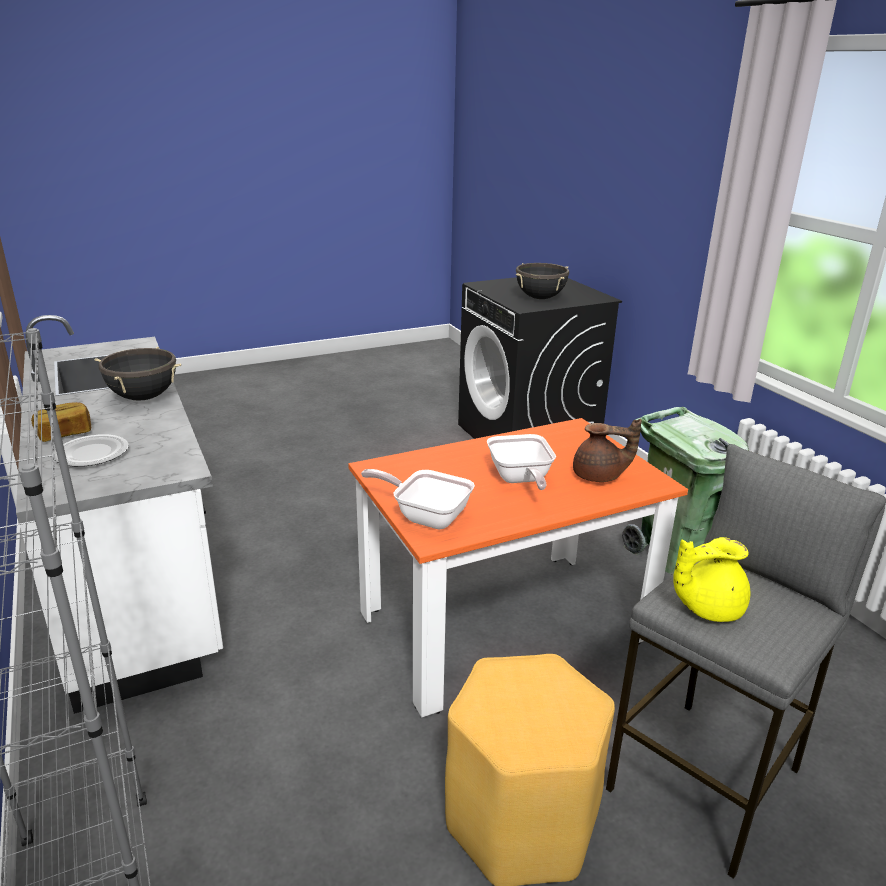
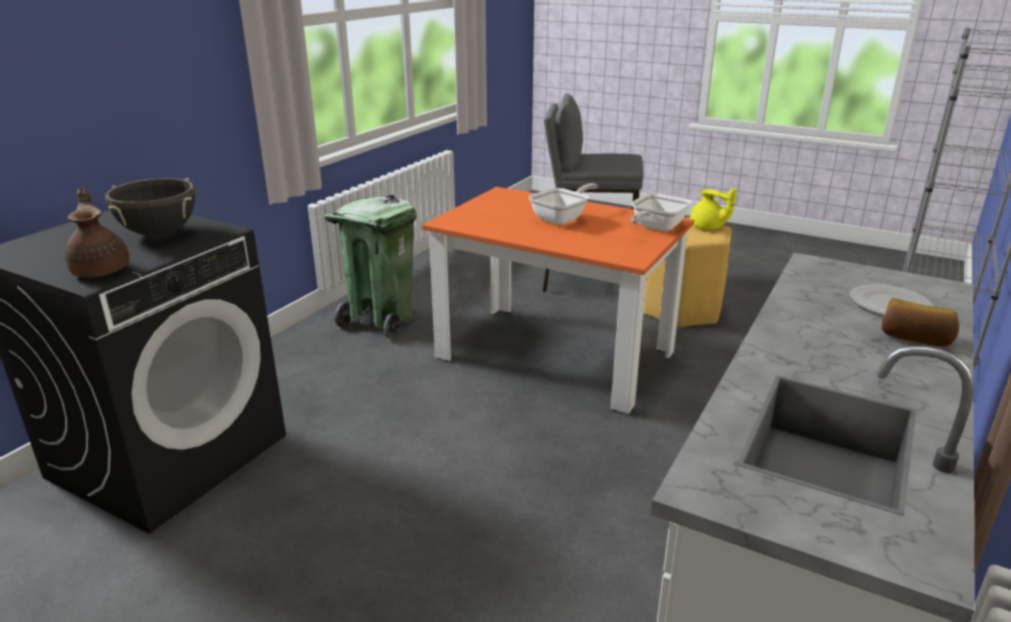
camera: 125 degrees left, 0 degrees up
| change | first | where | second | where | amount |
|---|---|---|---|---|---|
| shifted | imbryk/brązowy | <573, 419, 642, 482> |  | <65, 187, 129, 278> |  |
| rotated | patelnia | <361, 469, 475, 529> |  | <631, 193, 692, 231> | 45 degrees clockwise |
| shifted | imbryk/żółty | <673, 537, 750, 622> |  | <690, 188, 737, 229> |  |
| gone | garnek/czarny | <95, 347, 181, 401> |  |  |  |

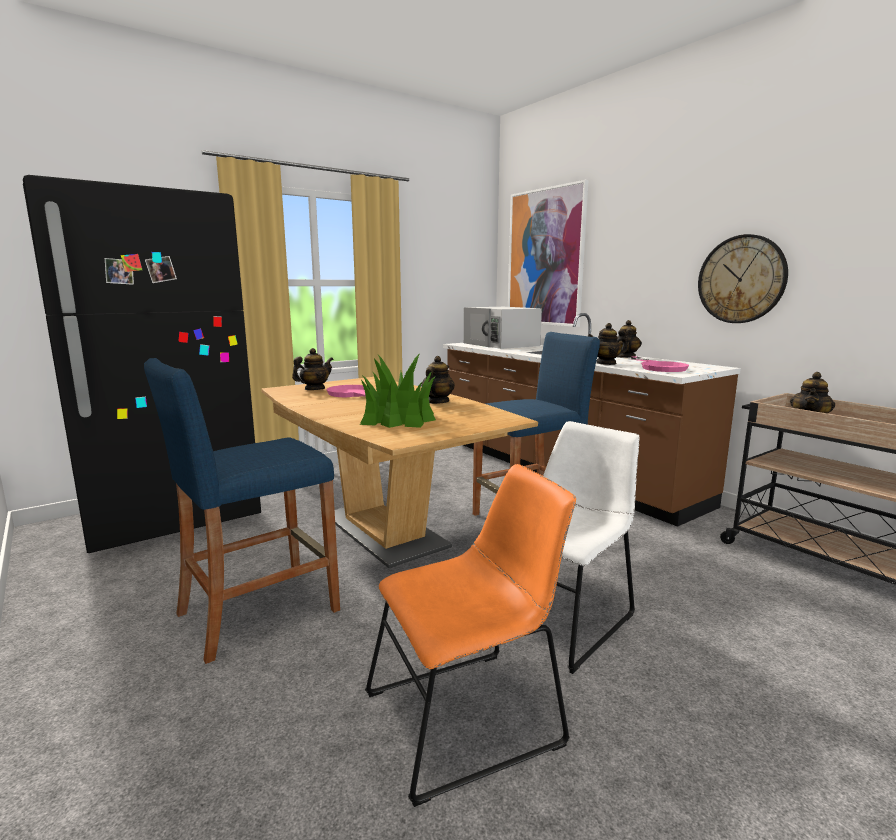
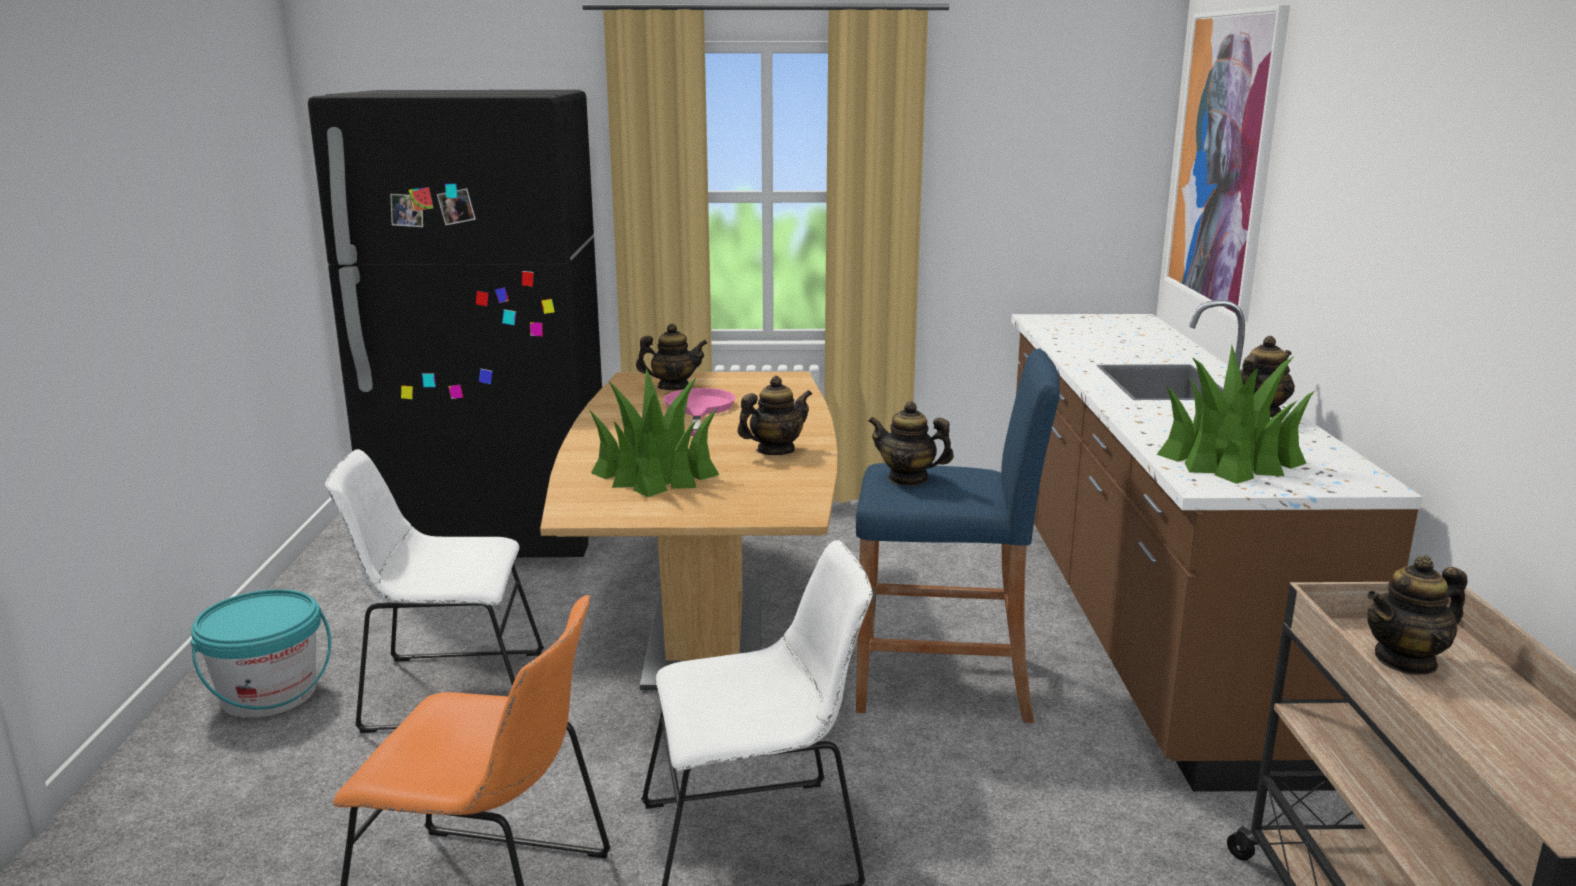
camera: 35 degrees right, 5 degrees up
| change | first | where | second | where | amount |
|---|---|---|---|---|---|
| new |  |  | wiadro/turkusowy | <191, 589, 331, 718> |  |
| swapped | stołek/niebieski | <144, 358, 340, 664> | krzesło/biały | <325, 449, 544, 733> |  |
| shifted | imbryk | <588, 323, 628, 365> |  | <868, 401, 954, 486> |  |
| swapped | patelnia/różowy | <631, 357, 689, 372> | roślina doniczkowa | <1157, 345, 1315, 484> |  |
| gone | mikrofalówka/biały | <464, 307, 542, 349> |  |  |  |
| gone | zegar ścienny | <698, 234, 788, 323> |  |  |  |

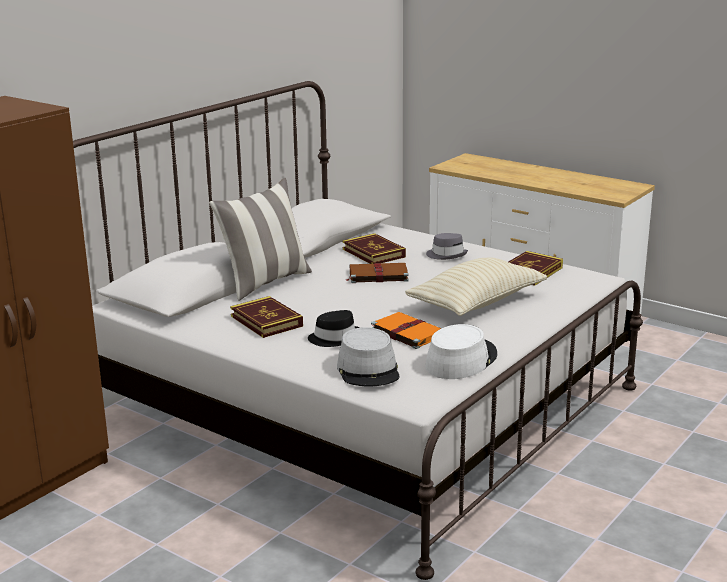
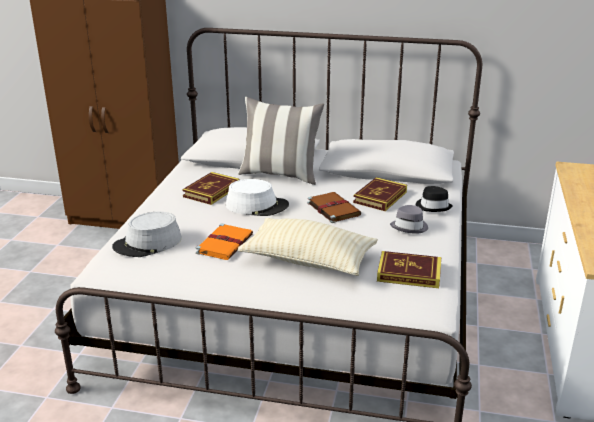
camera: 65 degrees right, 5 degrees up
| change | first | where | second | where | amount |
|---|---|---|---|---|---|
| shifted | kapelusz/biały | <426, 324, 497, 379> |  | <226, 179, 289, 216> |  |
| shifted | kapelusz/czarny | <308, 310, 360, 347> |  | <416, 186, 453, 212> |  |

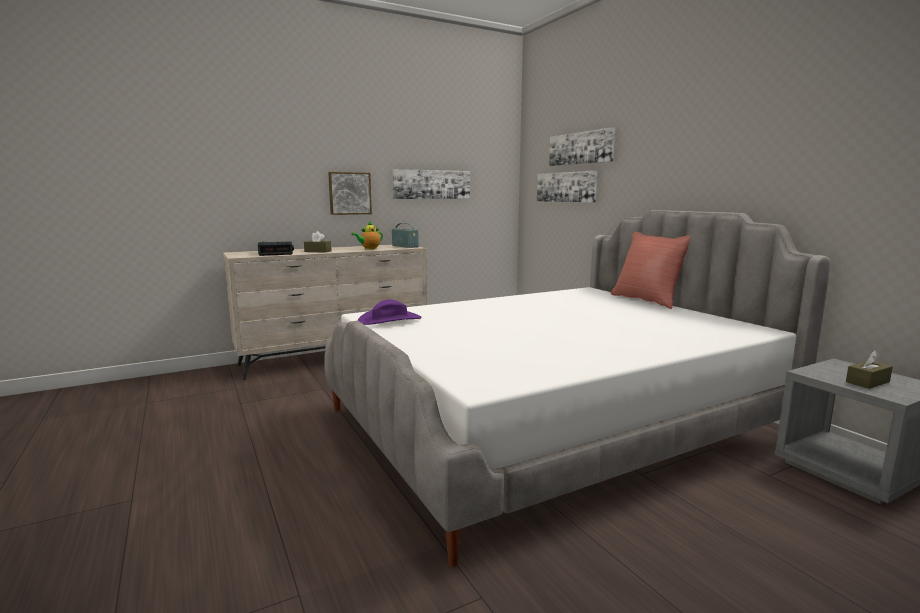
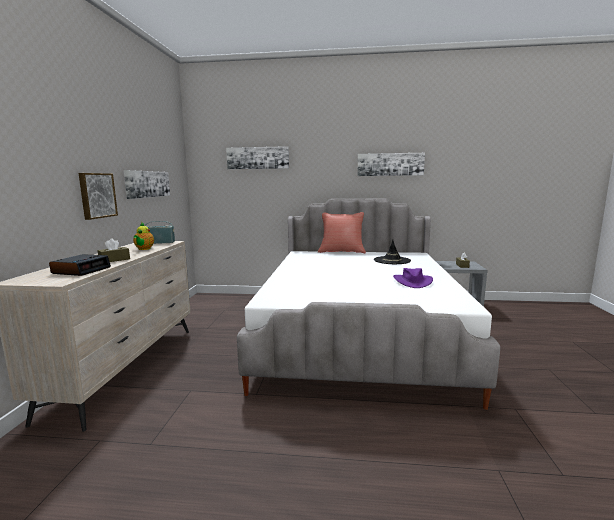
camera: 55 degrees left, 0 degrees up
| change | first | where | second | where | amount |
|---|---|---|---|---|---|
| shifted | obraz | <537, 171, 597, 203> |  | <357, 153, 425, 176> |  |
| new |  |  | kapelusz/czarny | <374, 240, 411, 264> |  |
| shifted | kapelusz/fioletowy | <358, 299, 422, 325> |  | <393, 268, 433, 288> |  |

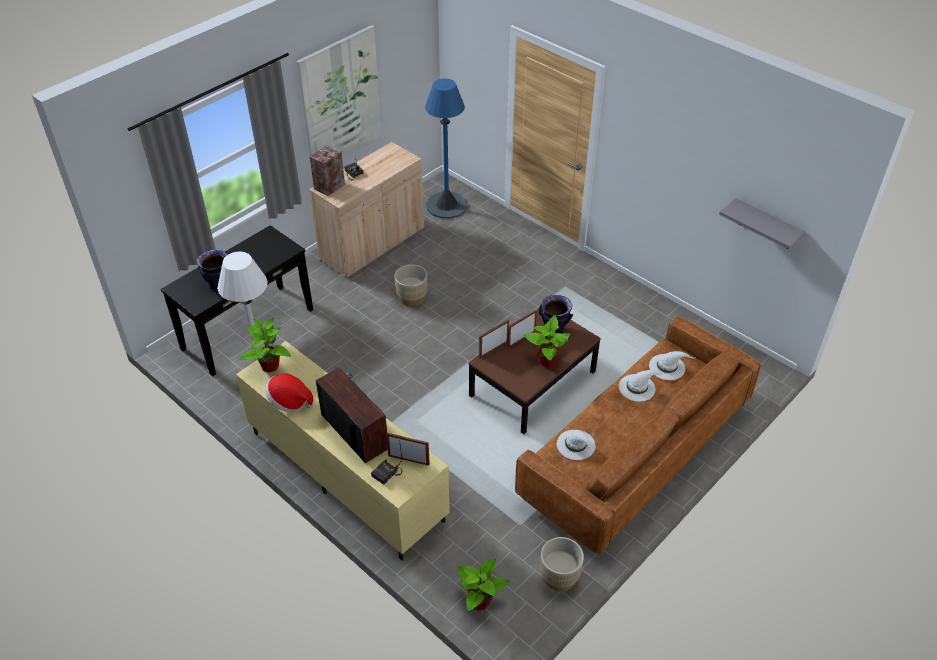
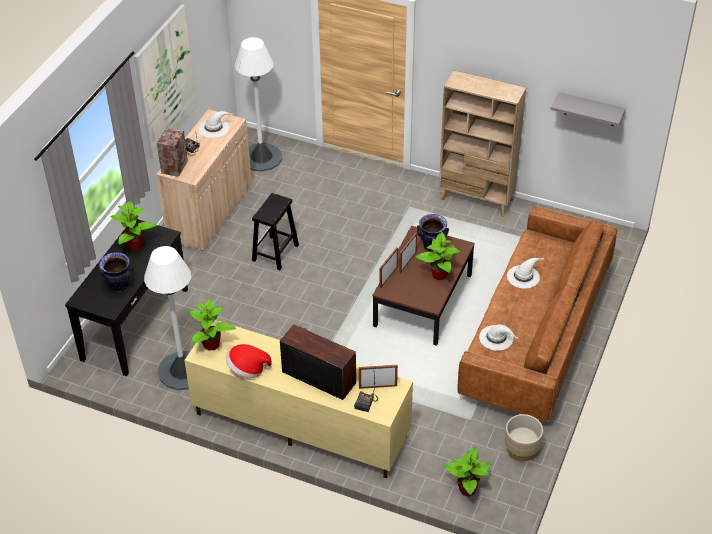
camera: 20 degrees left, 0 degrees up
| change | first | where | second | where | amount |
|---|---|---|---|---|---|
| new |  |  | roślina doniczkowa | <110, 201, 158, 251> |  |
| shifted | kapelusz/biały | <649, 351, 695, 380> |  | <199, 111, 233, 138> |  |
| repainted | lampa stojąca/niebieski | <425, 78, 468, 219> | lampa stojąca/biały | <234, 37, 282, 172> |  |
| swapped | donica/beżowy | <395, 264, 427, 306> | stołek/czarny | <252, 193, 299, 270> |  |
| new |  |  | regał/beżowy | <439, 70, 526, 217> |  |

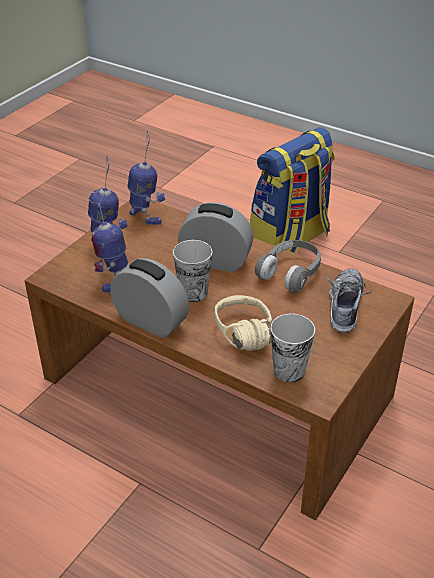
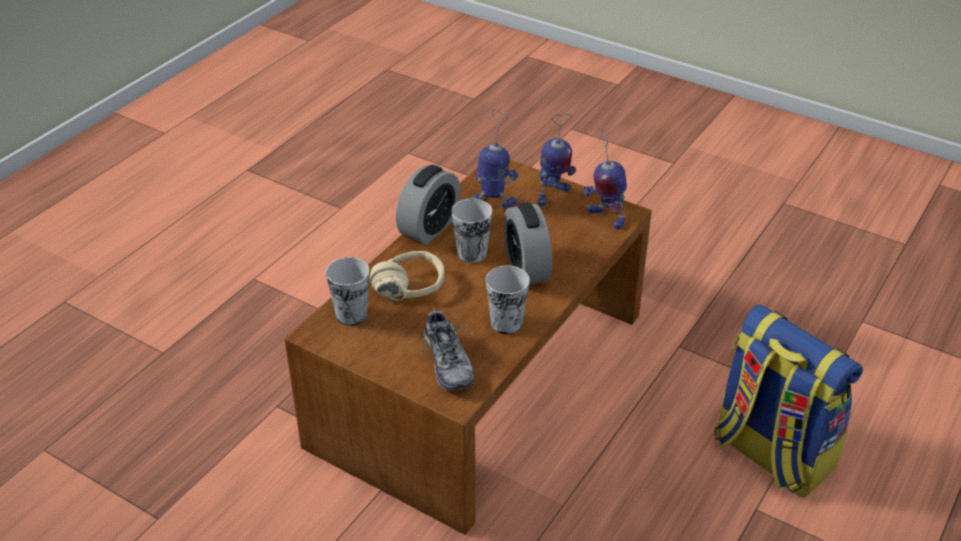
camera: 90 degrees right, 0 degrees up
| change | first | where | second | where | amount |
|---|---|---|---|---|---|
| rotated | but | <326, 268, 372, 333> |  | <421, 307, 474, 391> | 60 degrees clockwise |
| swapped | słuchawki/szary | <255, 240, 321, 293> | filiżanka | <486, 265, 530, 334> |  |
| rotated | budzik | <178, 202, 253, 272> |  | <504, 203, 552, 285> | 150 degrees clockwise |
| rotated | robot zabawkowy | <128, 131, 165, 225> |  | <583, 129, 627, 230> | 90 degrees clockwise |

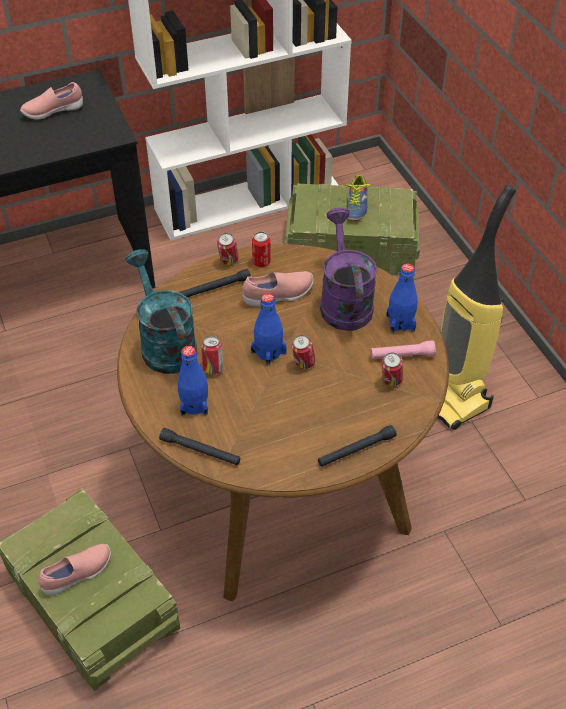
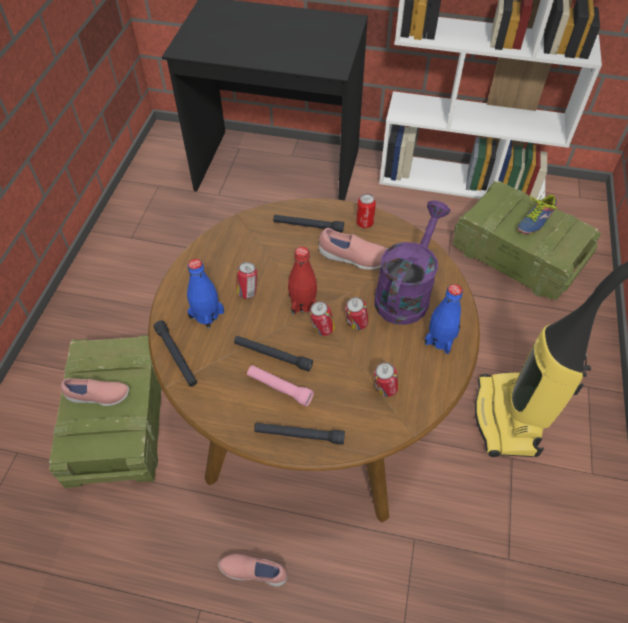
camera: 35 degrees right, 5 degrees up
| change | first | where | second | where | amount |
|---|---|---|---|---|---|
| shifted | but/różowy | <20, 82, 83, 120> |  | <218, 554, 288, 587> |  |
| new |  |  | latarka/czarny | <234, 336, 313, 372> |  |
| shifted | latarka/różowy | <370, 341, 436, 359> |  | <247, 365, 314, 407> |  |
| repainted | butelka/niebieski | <251, 293, 287, 366> | butelka/czerwony | <288, 247, 317, 315> |  |
| shifted | puszka | <217, 233, 238, 265> |  | <345, 297, 369, 330> |  |
| gone | konewka/turkusowy | <125, 249, 197, 374> |  |  |  |

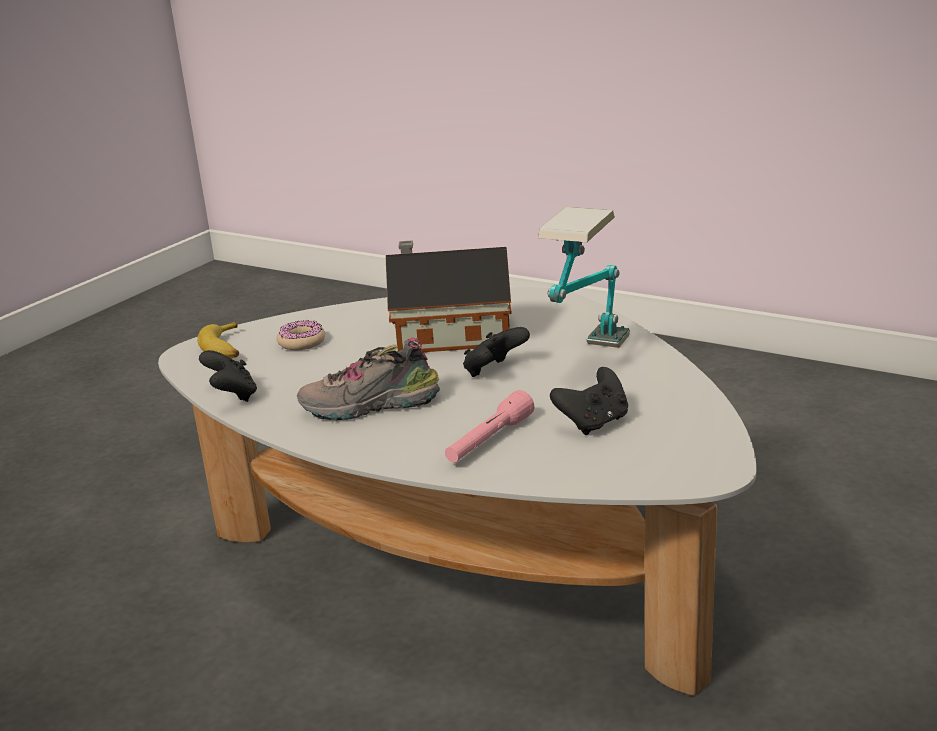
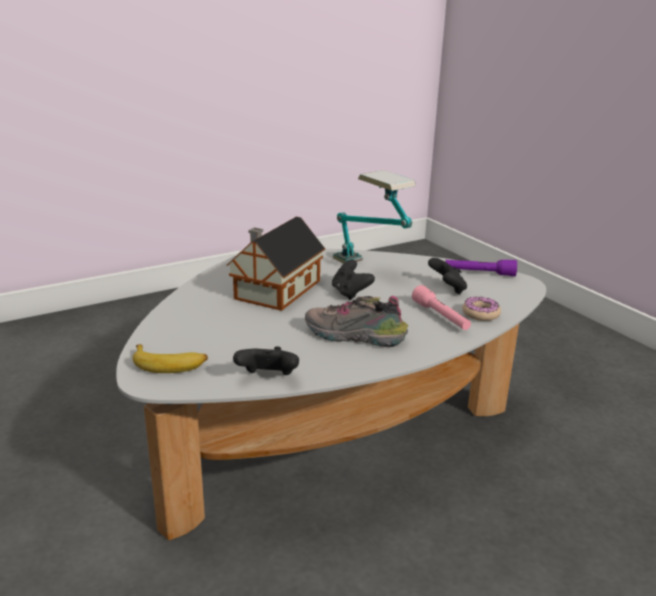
camera: 65 degrees left, 0 degrees up
| change | first | where | second | where | amount |
|---|---|---|---|---|---|
| rotated | but | <297, 338, 440, 420> |  | <305, 296, 408, 347> | 90 degrees clockwise |
| new |  |  | latarka/fioletowy | <446, 260, 517, 276> |  |
| shifted | donut | <277, 320, 325, 350> |  | <462, 297, 501, 321> |  |

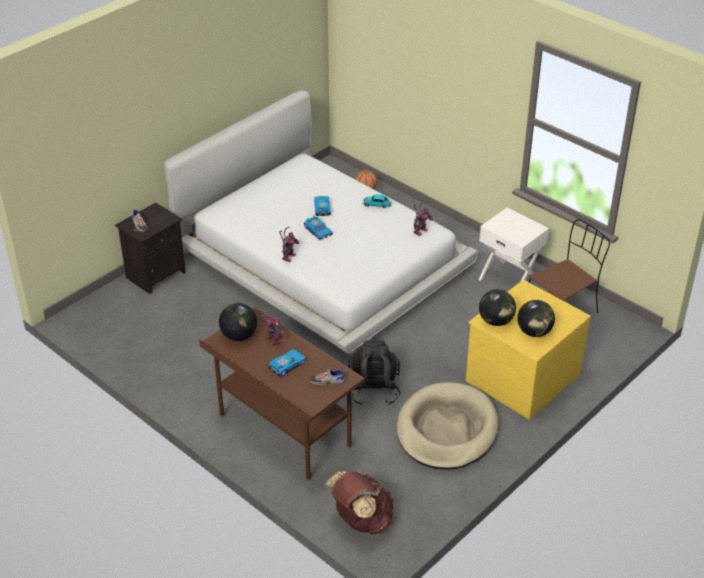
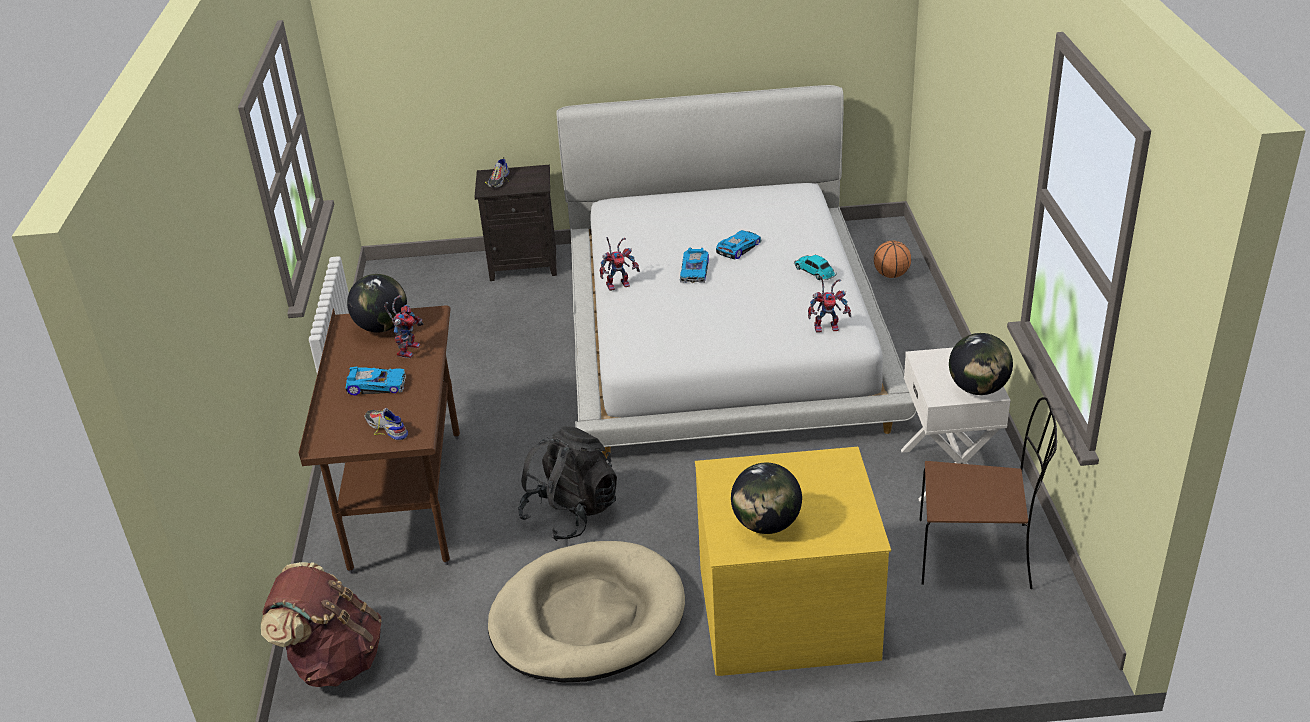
camera: 45 degrees right, 5 degrees down
| change | first | where | second | where | amount |
|---|---|---|---|---|---|
| shifted | globus | <479, 289, 516, 326> |  | <949, 333, 1013, 395> |  |

